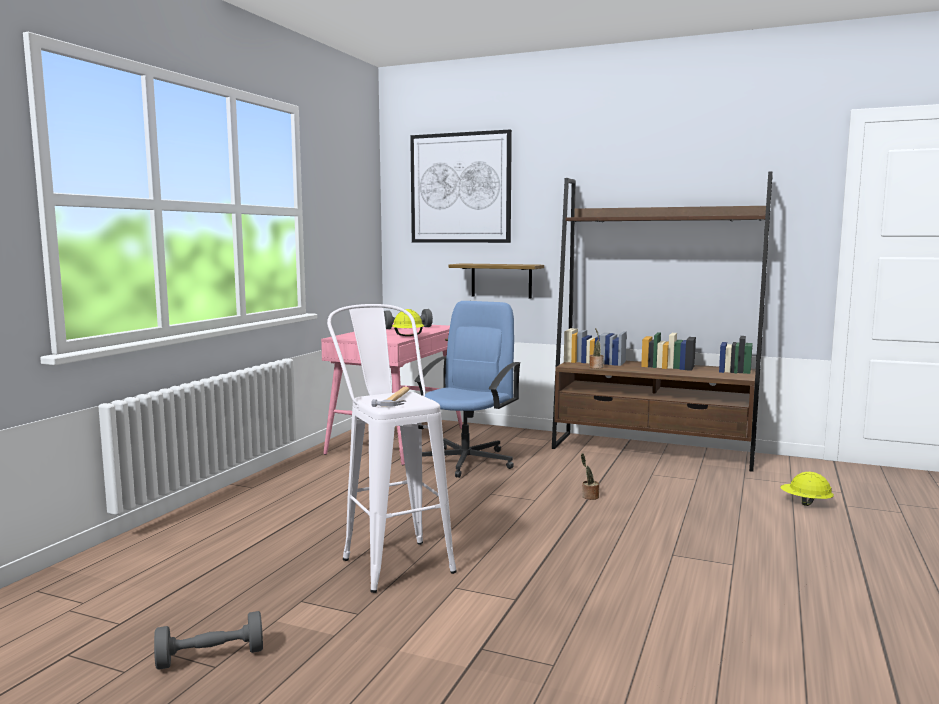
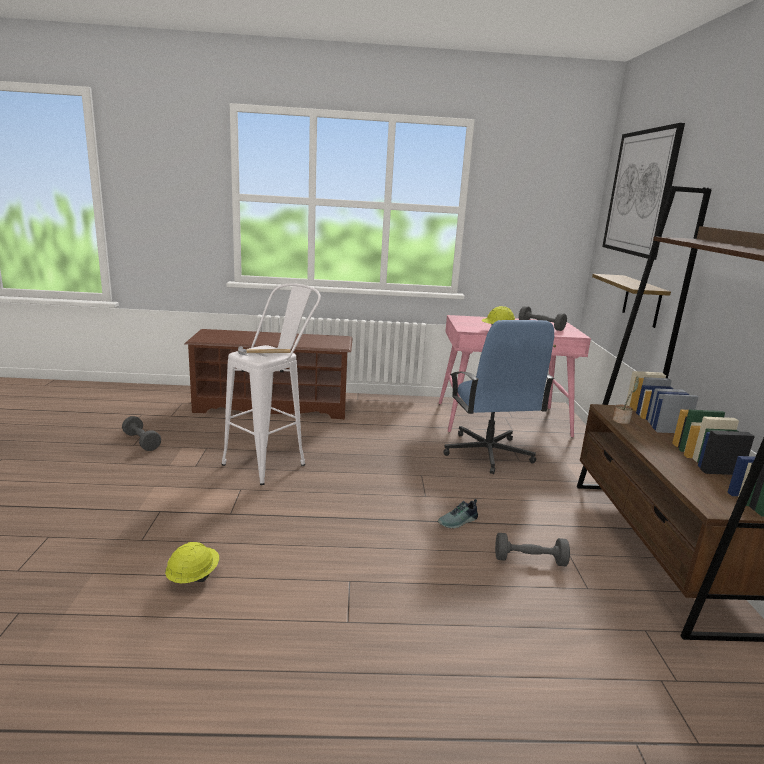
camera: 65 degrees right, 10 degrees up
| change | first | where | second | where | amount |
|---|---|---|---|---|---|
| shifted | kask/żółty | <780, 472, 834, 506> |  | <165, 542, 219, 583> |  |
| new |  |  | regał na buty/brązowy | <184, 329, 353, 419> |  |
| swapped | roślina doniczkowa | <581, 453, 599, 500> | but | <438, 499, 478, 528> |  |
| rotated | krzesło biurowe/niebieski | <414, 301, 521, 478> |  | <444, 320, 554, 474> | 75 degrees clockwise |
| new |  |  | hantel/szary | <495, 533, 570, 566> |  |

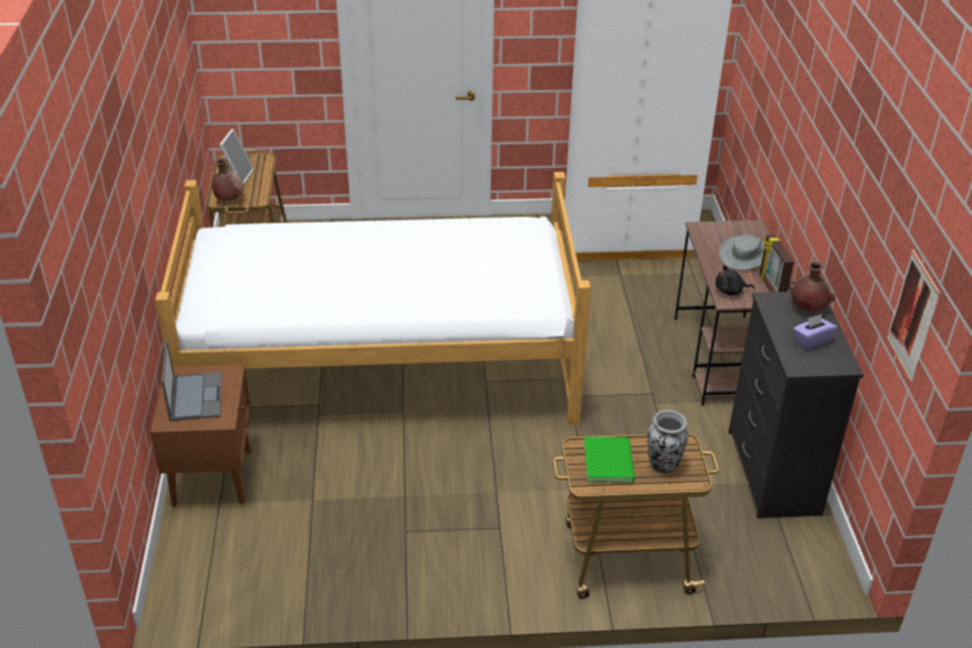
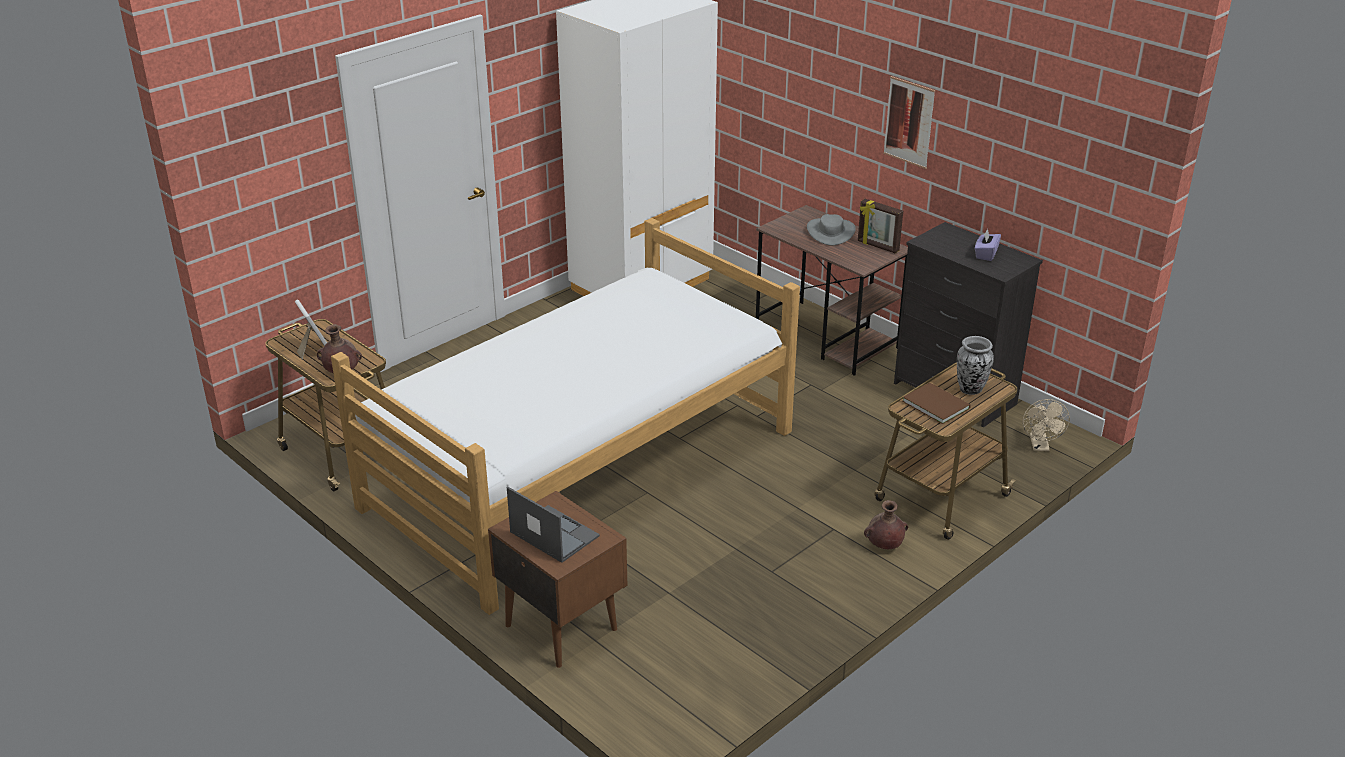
camera: 40 degrees left, 5 degrees down
| change | first | where | second | where | amount |
|---|---|---|---|---|---|
| shifted | wazon/brązowy | <788, 260, 835, 312> |  | <864, 500, 908, 549> |  |
| shifted | obraz | <886, 250, 941, 383> |  | <883, 76, 935, 169> |  |
| repainted | książka/zielony | <584, 437, 635, 482> | książka/brązowy | <902, 383, 971, 424> |  |
| new |  |  | wentylator/beżowy | <1023, 399, 1070, 451> |  |
| gone | pluszak/czarny | <715, 265, 755, 295> |  |  |  |

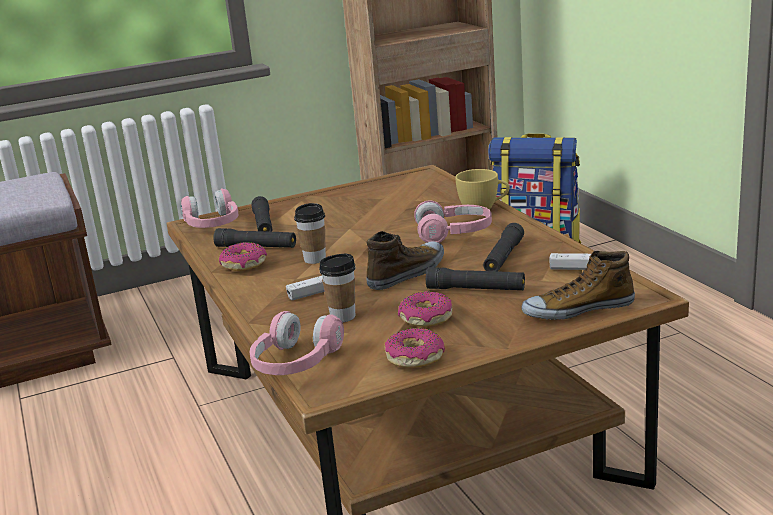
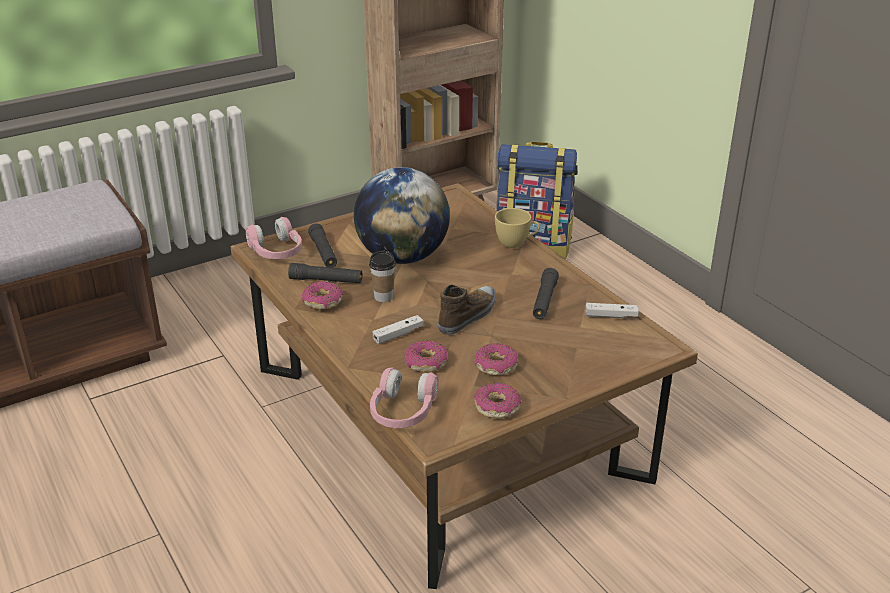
camera: 10 degrees left, 10 degrees up
| change | first | where | second | where | amount |
|---|---|---|---|---|---|
| new |  |  | globus | <354, 167, 450, 264> |  |
| swapped | filiżanka | <319, 254, 356, 322> | donut | <405, 340, 448, 373> |  |
| gone | słuchawki/różowy | <414, 201, 492, 243> |  |  |  |
| gone | latarka/czarny | <426, 267, 525, 290> |  |  |  |
| gone | but | <521, 251, 635, 320> |  |  |  |

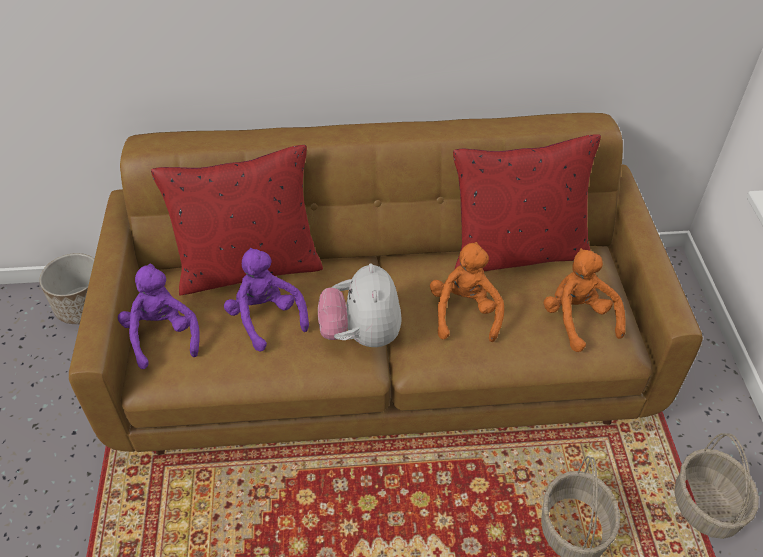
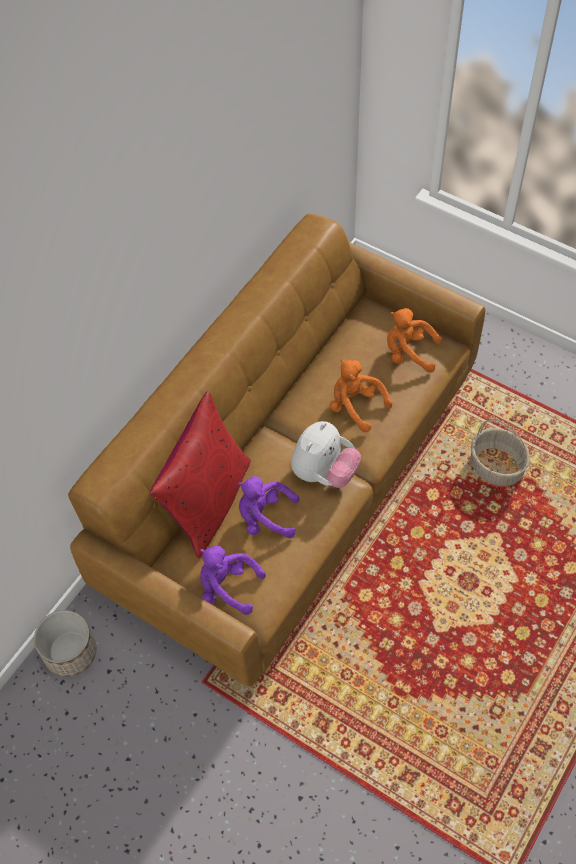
camera: 50 degrees left, 10 degrees up
| change | first | where | second | where | amount |
|---|---|---|---|---|---|
| rotated | pluszak | <318, 263, 402, 347> |  | <291, 421, 361, 488> | 90 degrees counterclockwise |
| gone | poduszka/czerwony | <453, 134, 601, 271> |  |  |  |
| gone | koszyk | <674, 433, 759, 539> |  |  |  |

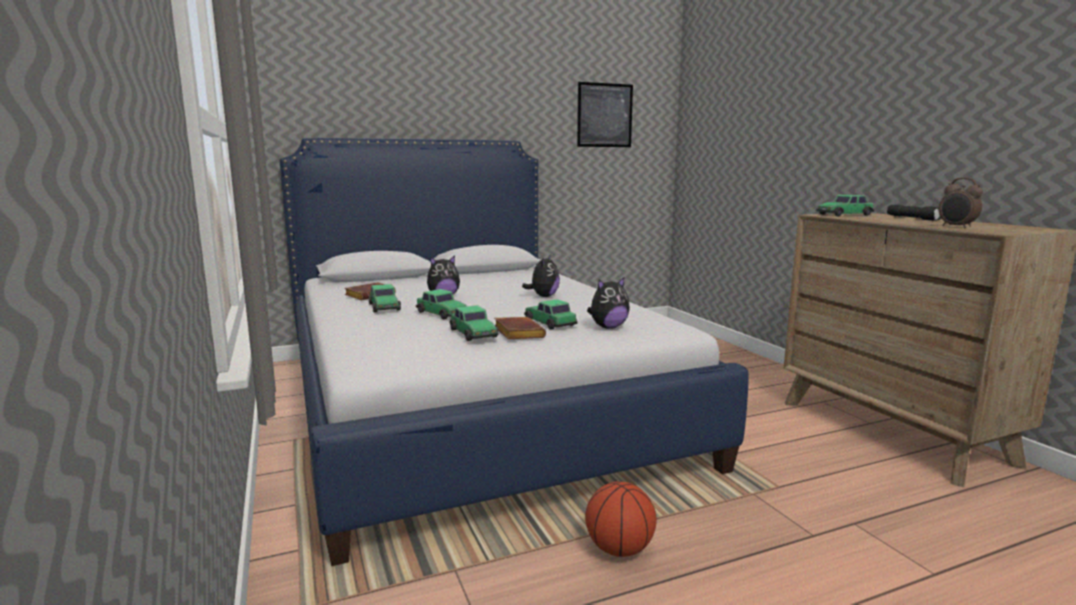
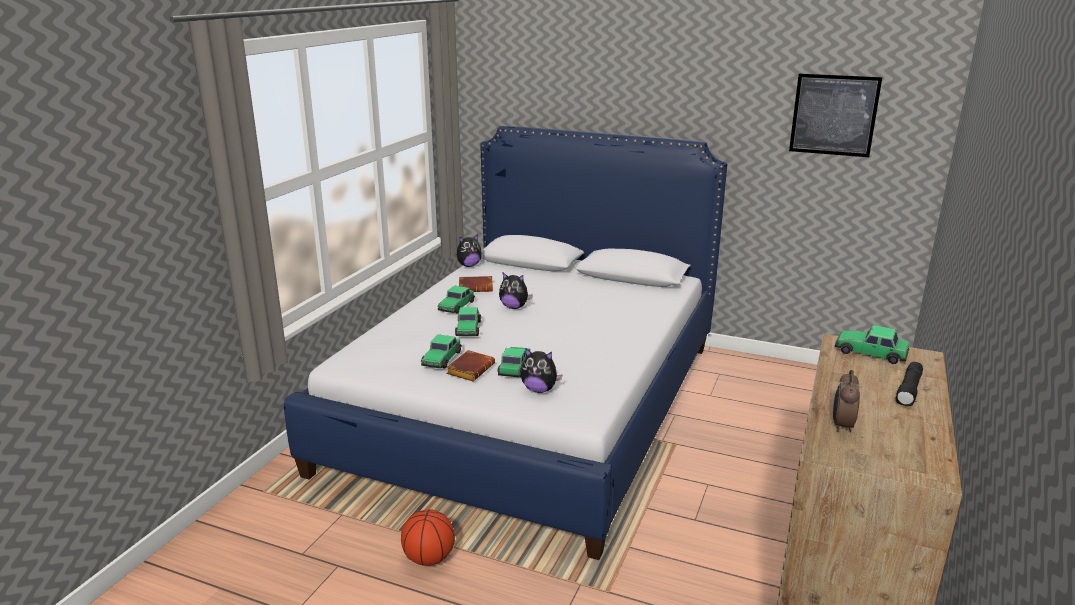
camera: 45 degrees right, 10 degrees up
| change | first | where | second | where | amount |
|---|---|---|---|---|---|
| shifted | pluszak | <522, 254, 560, 297> |  | <457, 234, 482, 267> |  |

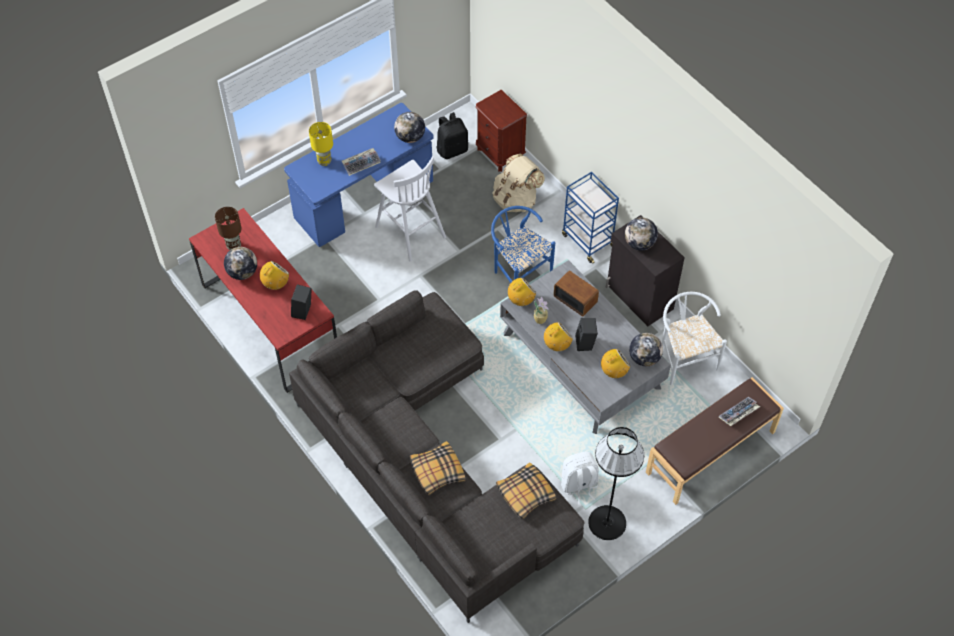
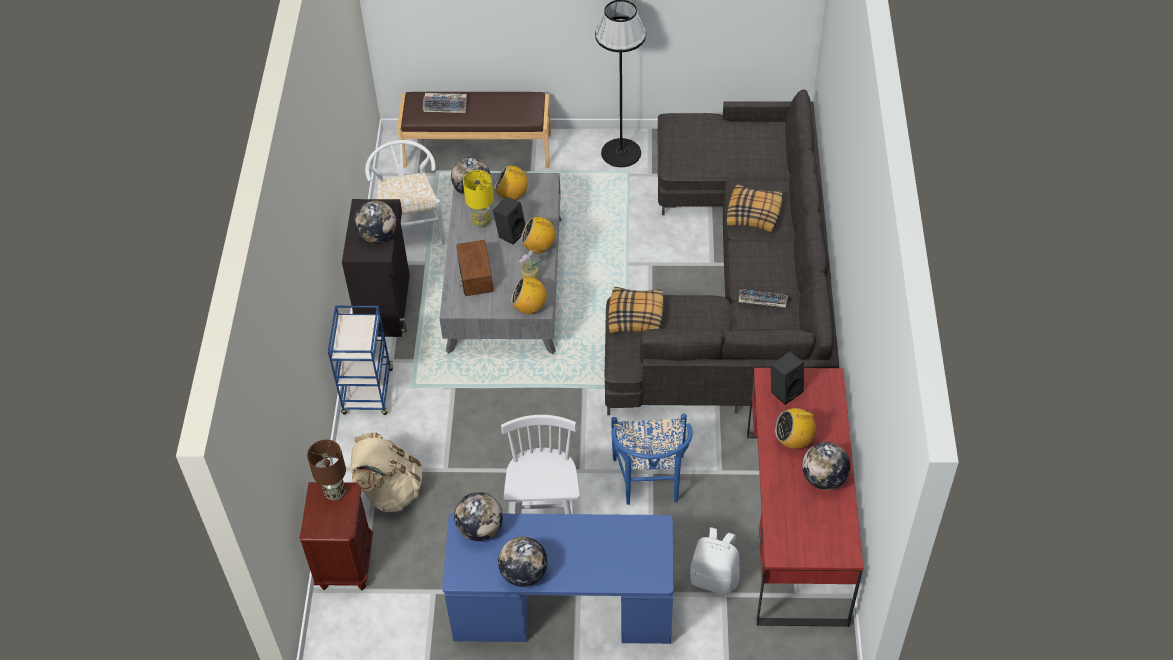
camera: 140 degrees left, 5 degrees down
| change | first | where | second | where | amount |
|---|---|---|---|---|---|
| shifted | lampa stołowa/brązowy | <215, 207, 242, 250> |  | <307, 440, 346, 501> |  |
| rotated | krzesło/biały | <662, 292, 727, 385> |  | <365, 140, 445, 245> | 150 degrees clockwise |
| shifted | lampa stołowa/żółty | <309, 122, 333, 166> |  | <463, 170, 494, 228> |  |
| new |  |  | globus | <498, 537, 548, 587> |  |
| shifted | poduszka | <496, 462, 556, 520> |  | <608, 287, 664, 333> |  |
| shifted | krzesło/niebieski | <491, 206, 555, 283> |  | <611, 413, 693, 505> |  |
| shifted | plecak/biały | <561, 452, 599, 505> |  | <690, 527, 740, 595> |  |
| shifted | klawiatura | <342, 148, 381, 176> |  | <738, 289, 788, 307> |  |
| gone | plecak/czarny | <437, 112, 468, 159> |  |  |  |

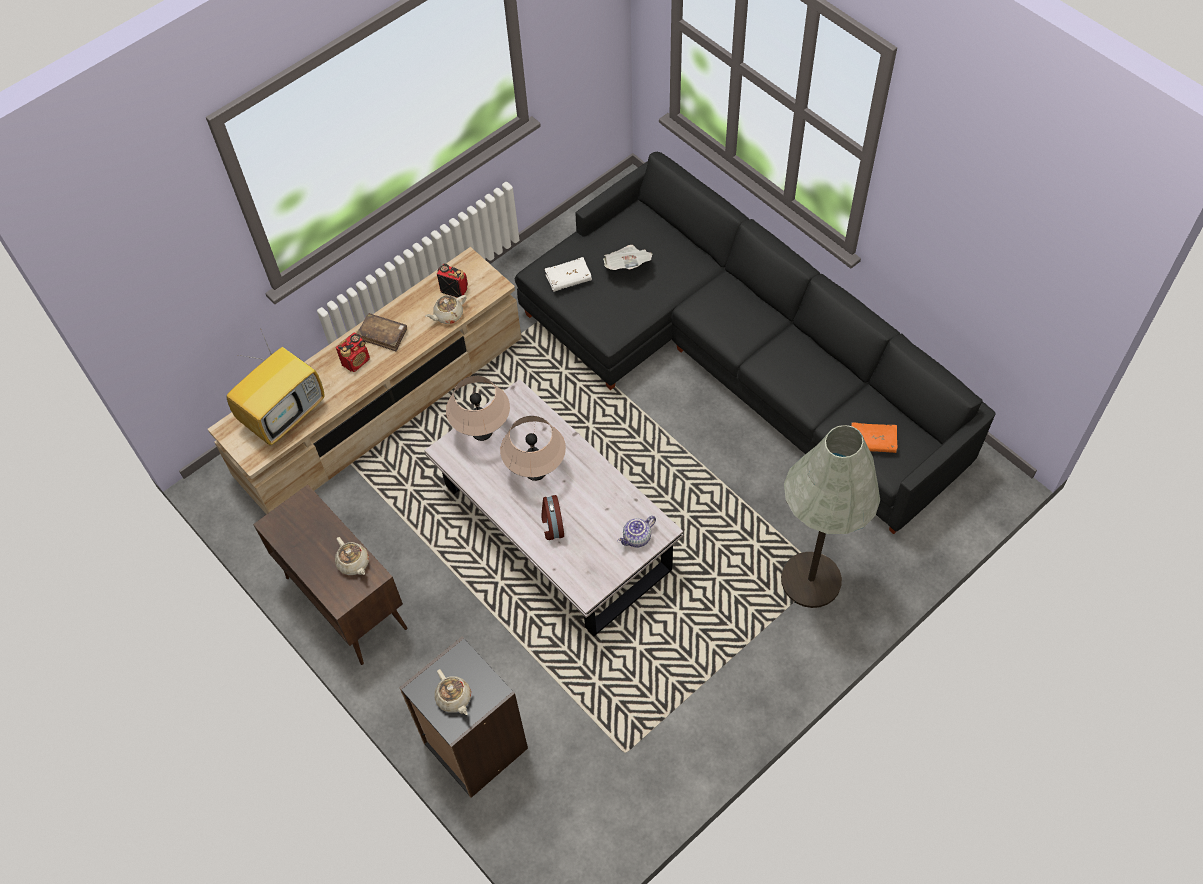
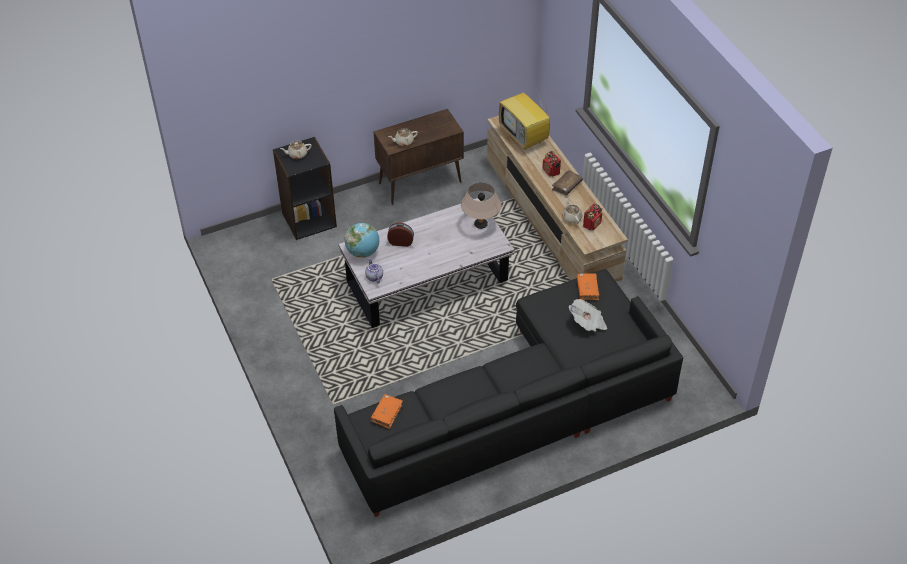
camera: 105 degrees right, 10 degrees down
| change | first | where | second | where | amount |
|---|---|---|---|---|---|
| new |  |  | globus | <344, 223, 379, 258> |  |
| repainted | książka/biały | <544, 257, 592, 292> | książka/pomarańczowy | <577, 273, 600, 300> |  |
| gone | lampa stołowa/beżowy | <500, 416, 566, 481> |  |  |  |
| gone | lampa stojąca/szary | <781, 425, 880, 608> |  |  |  |

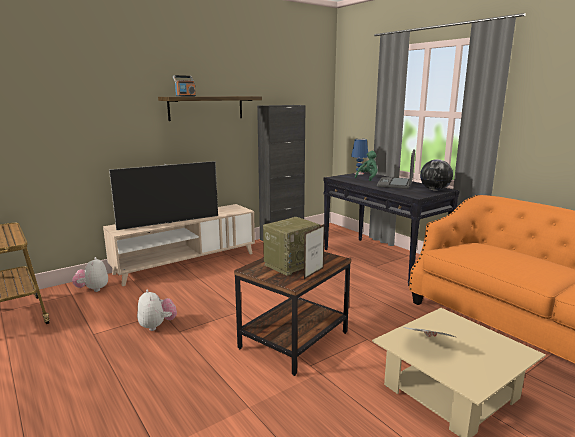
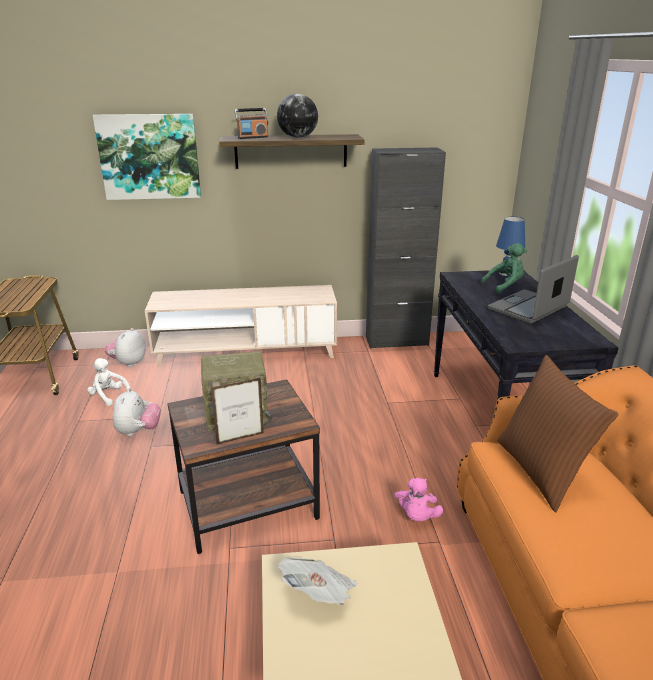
camera: 30 degrees right, 10 degrees up
| change | first | where | second | where | amount |
|---|---|---|---|---|---|
| new |  |  | pluszak/biały | <87, 358, 130, 406> |  |
| new |  |  | obraz | <93, 114, 201, 200> |  |
| shifted | globus | <420, 159, 453, 191> |  | <277, 94, 318, 138> |  |
| new |  |  | pluszak/różowy | <395, 478, 443, 521> |  |
| new |  |  | poduszka/brązowy | <497, 355, 619, 512> |  |
| gone | telewizor | <109, 161, 218, 230> |  |  |  |

